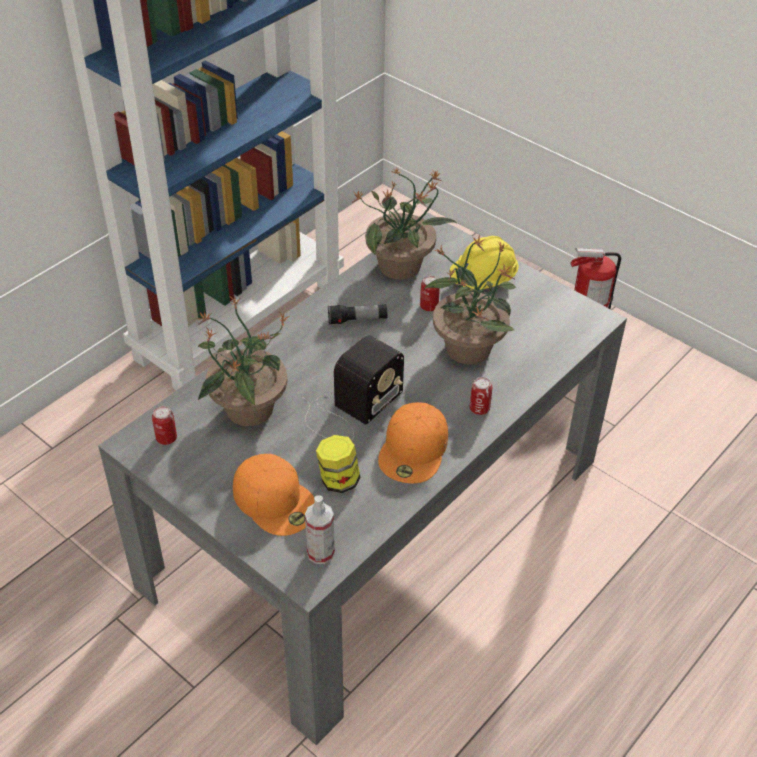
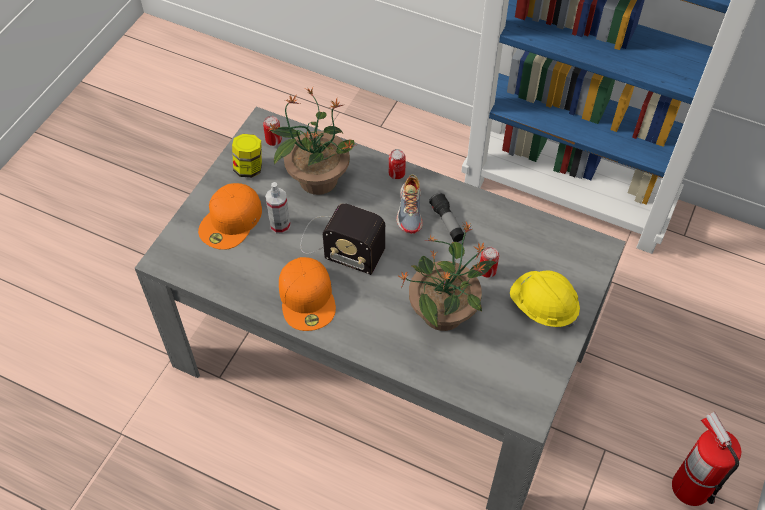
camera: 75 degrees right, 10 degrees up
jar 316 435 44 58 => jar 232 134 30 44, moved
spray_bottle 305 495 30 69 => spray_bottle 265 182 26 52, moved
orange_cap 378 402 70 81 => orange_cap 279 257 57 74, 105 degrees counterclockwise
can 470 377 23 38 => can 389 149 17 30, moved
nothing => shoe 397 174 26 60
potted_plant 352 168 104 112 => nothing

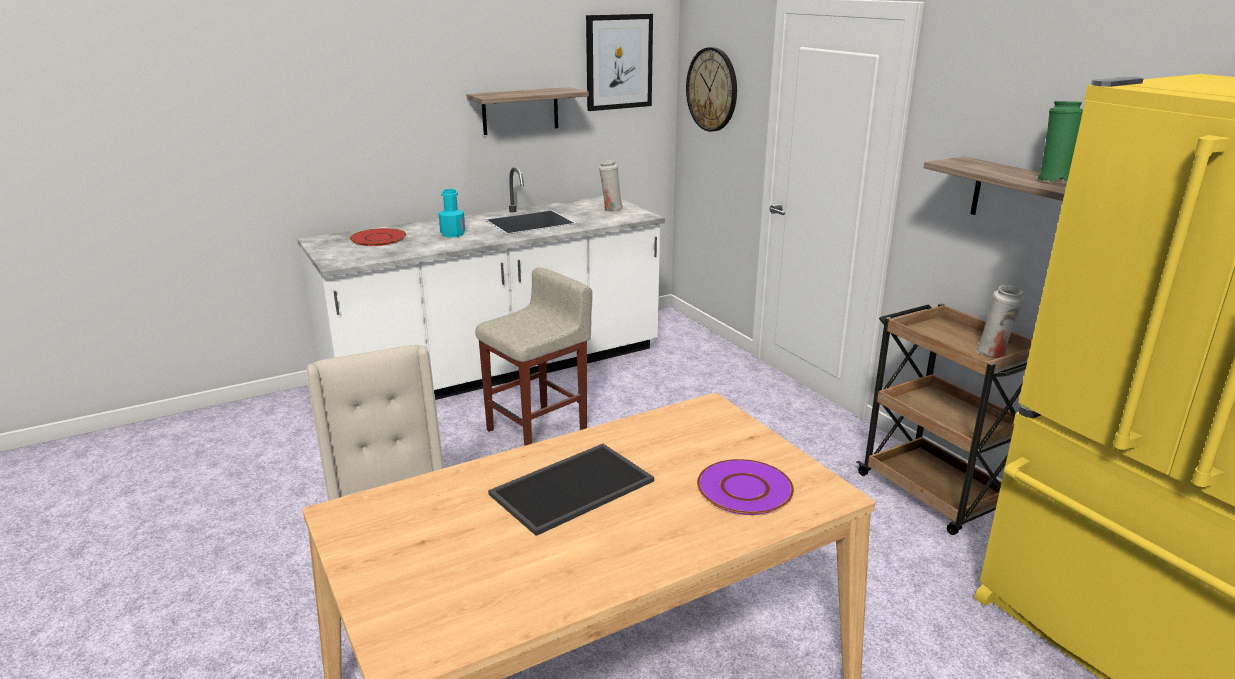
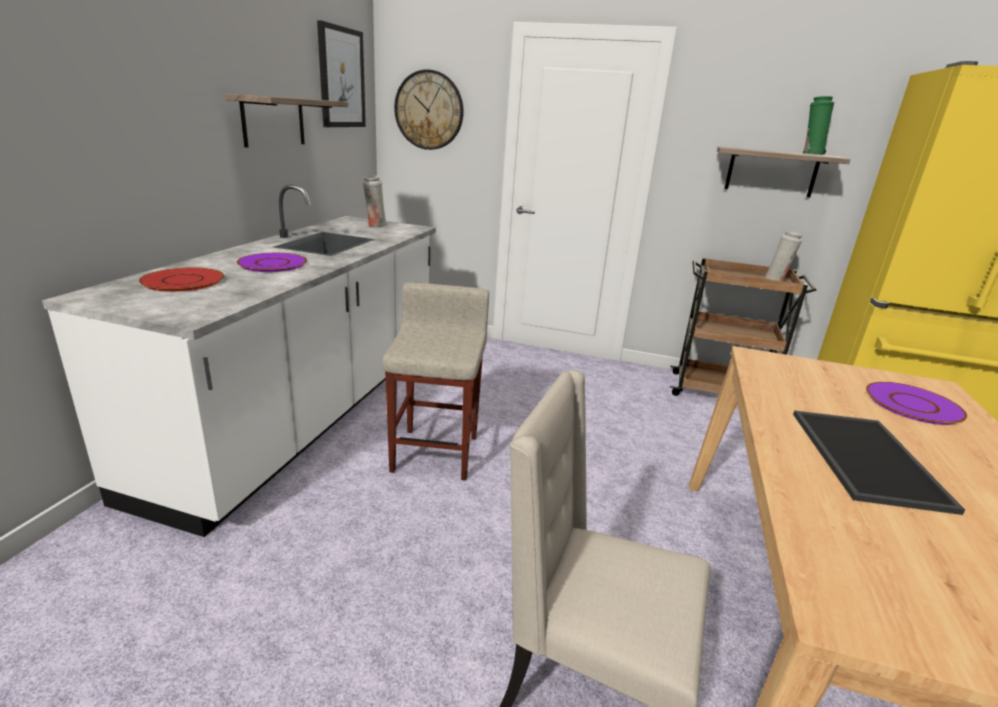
camera: 45 degrees left, 0 degrees up
turquoise_bottle 438 189 27 49 => purple_plate 237 253 70 19

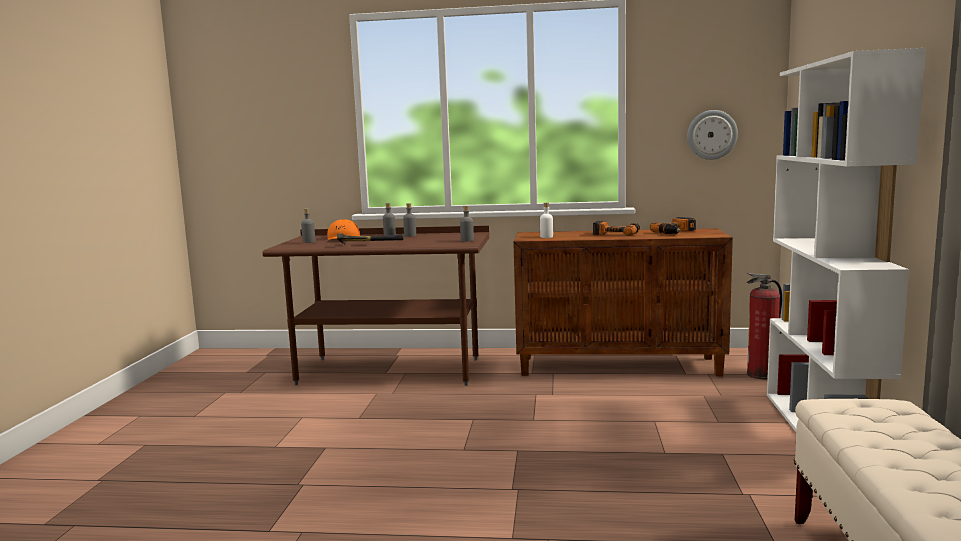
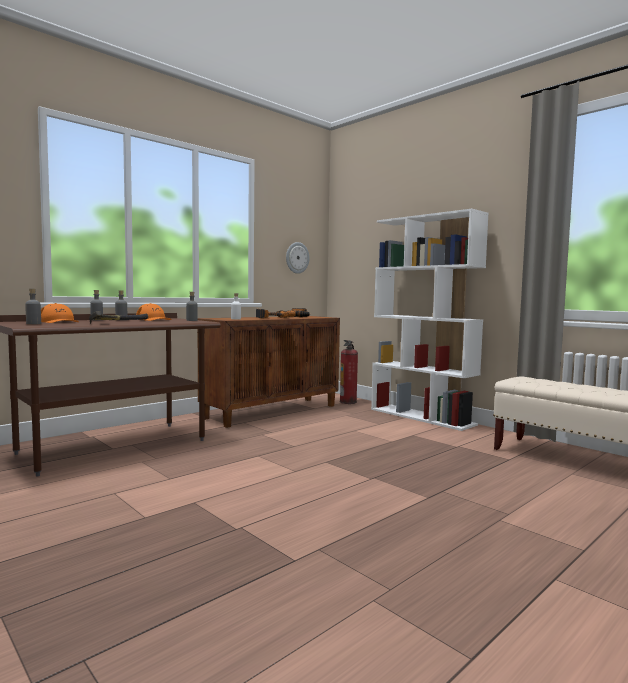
camera: 50 degrees left, 5 degrees down
nothing => orange_cap 136 303 36 18

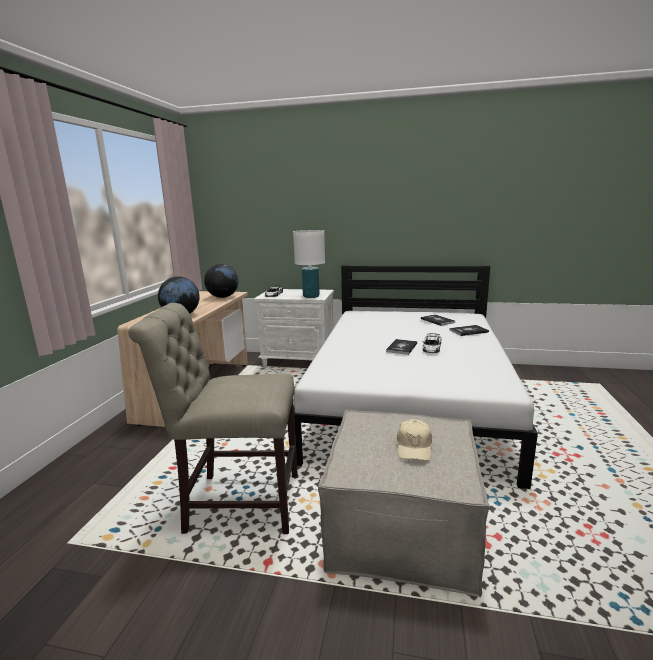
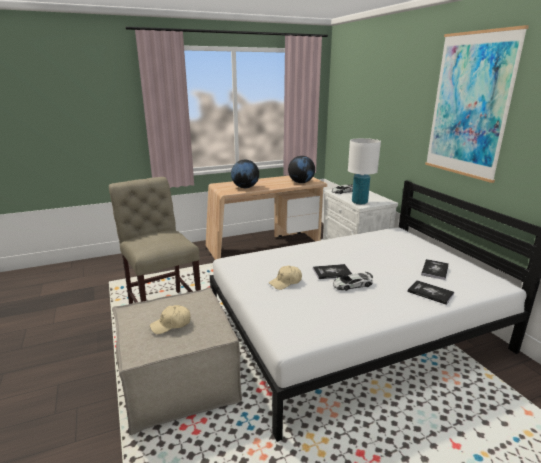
camera: 55 degrees right, 5 degrees up
nothing => beige_cap 269 266 33 24
nothing => picture 425 25 104 158

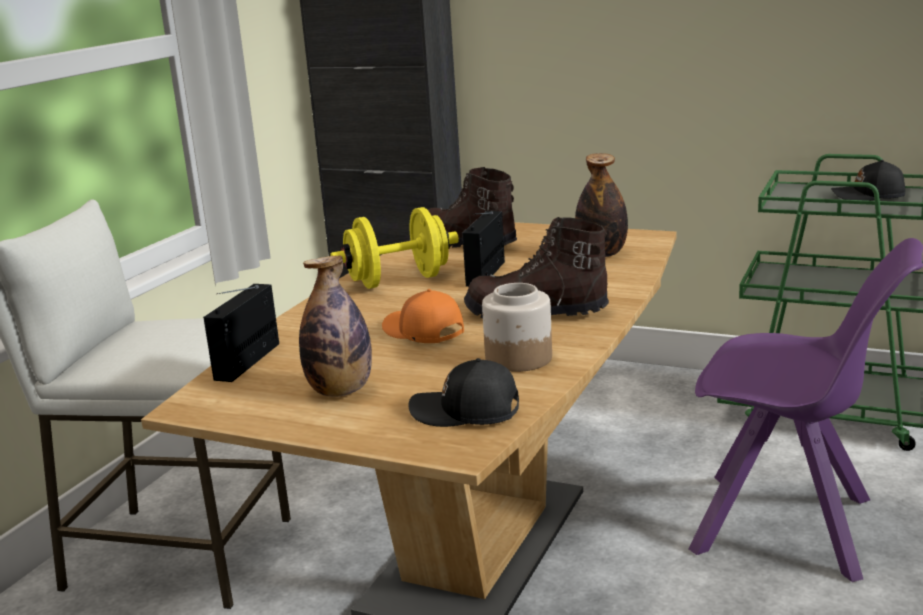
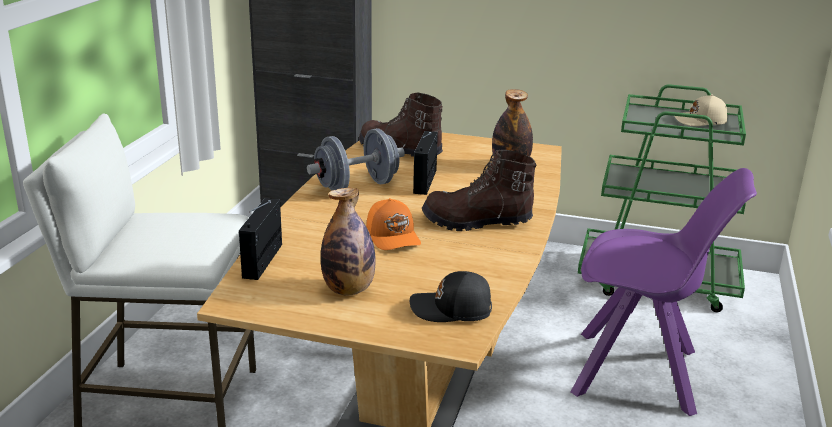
camera: 10 degrees left, 5 degrees up
yellow_dumbbell 330 207 129 82 => grey_dumbbell 307 128 98 63
orange_cap 382 289 82 54 => orange_cap 366 198 55 52, 150 degrees counterclockwise
black_cap 831 160 74 41 => beige_cap 674 94 53 32
jar 482 283 70 89 => nothing

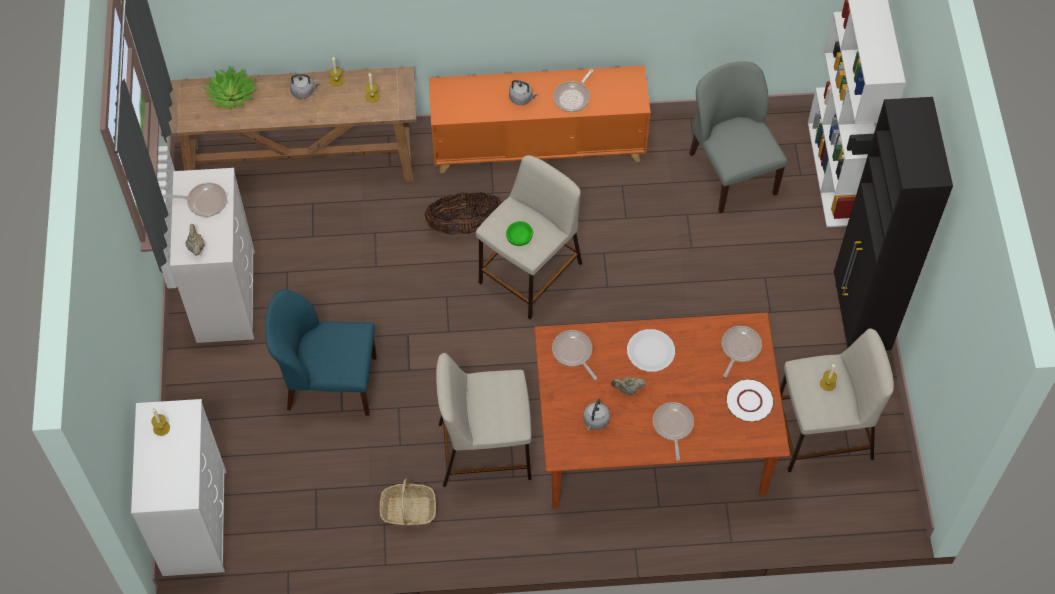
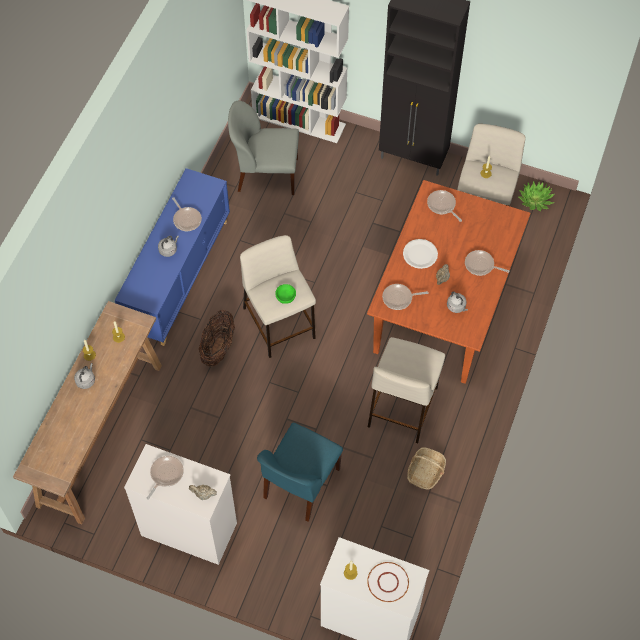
camera: 65 degrees left, 0 degrees up
orange_cabinet 429 66 222 107 => blue_cabinet 115 168 115 178
white_plate 725 378 50 45 => white_plate 367 562 42 40, moved
potted_plant 203 66 55 43 => potted_plant 519 181 36 30, moved

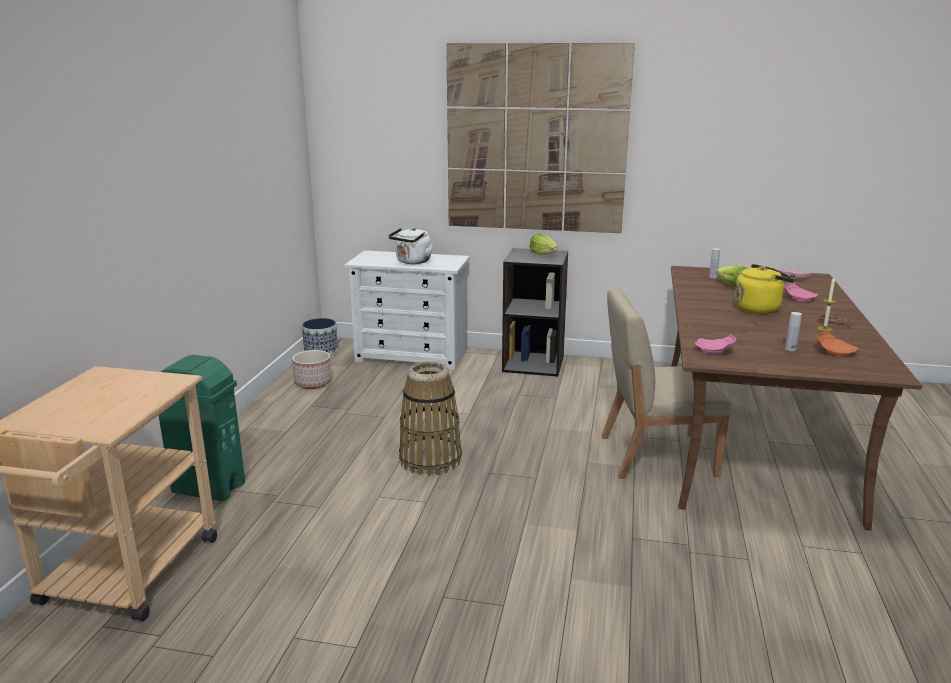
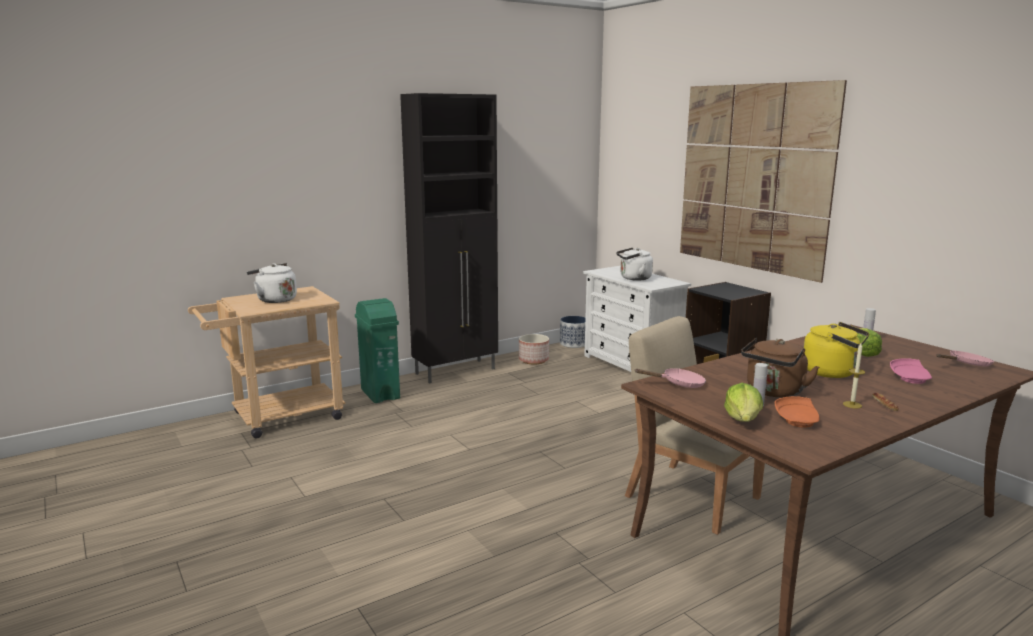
camera: 45 degrees right, 5 degrees down
nothing => white_kettle 247 263 50 40
nothing => black_cabinet 400 93 98 290
pink_plate 695 334 41 20 => pink_frying_pan 635 368 71 20
lettuce 530 234 28 21 => lettuce 724 383 39 39, moved
nothing => brown_kettle 741 338 78 60
basket 399 361 63 115 => nothing

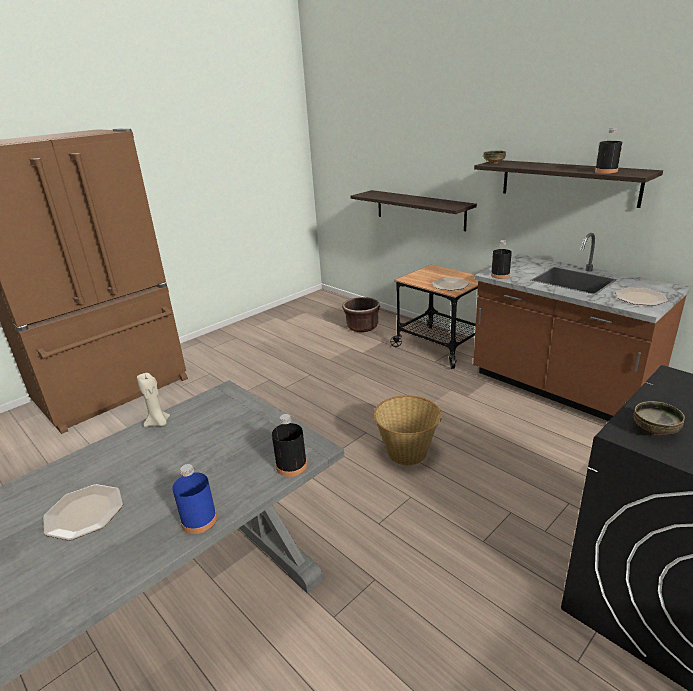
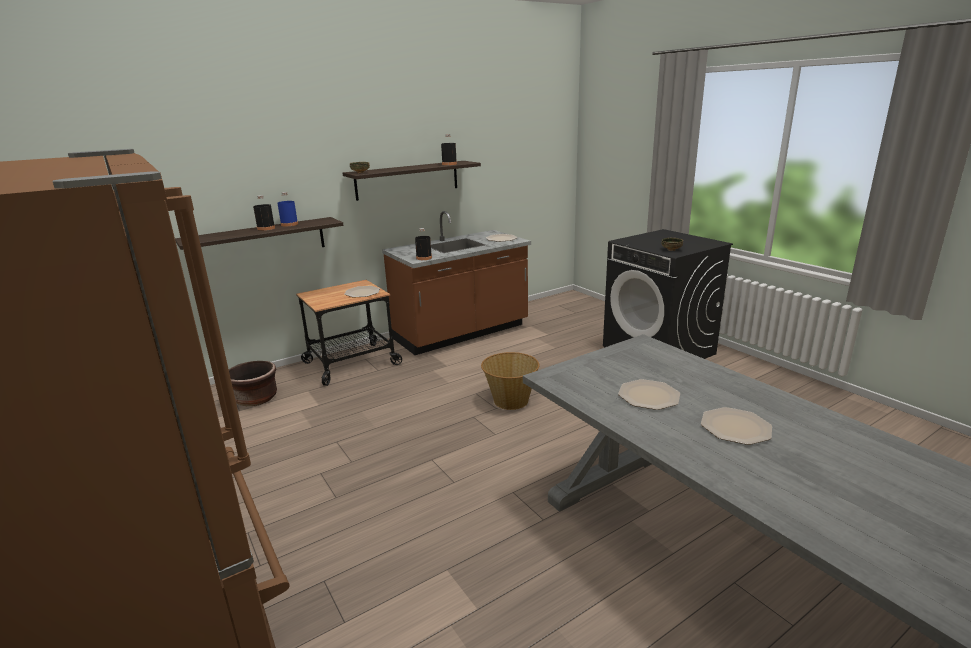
camera: 80 degrees left, 5 degrees down
black_bottle 272 414 35 63 => black_bottle 253 195 22 36, moved
blue_bottle 172 464 45 70 => blue_bottle 278 192 20 34, moved
nothing => plate 618 379 62 31
beige_candle 137 373 33 54 => nothing

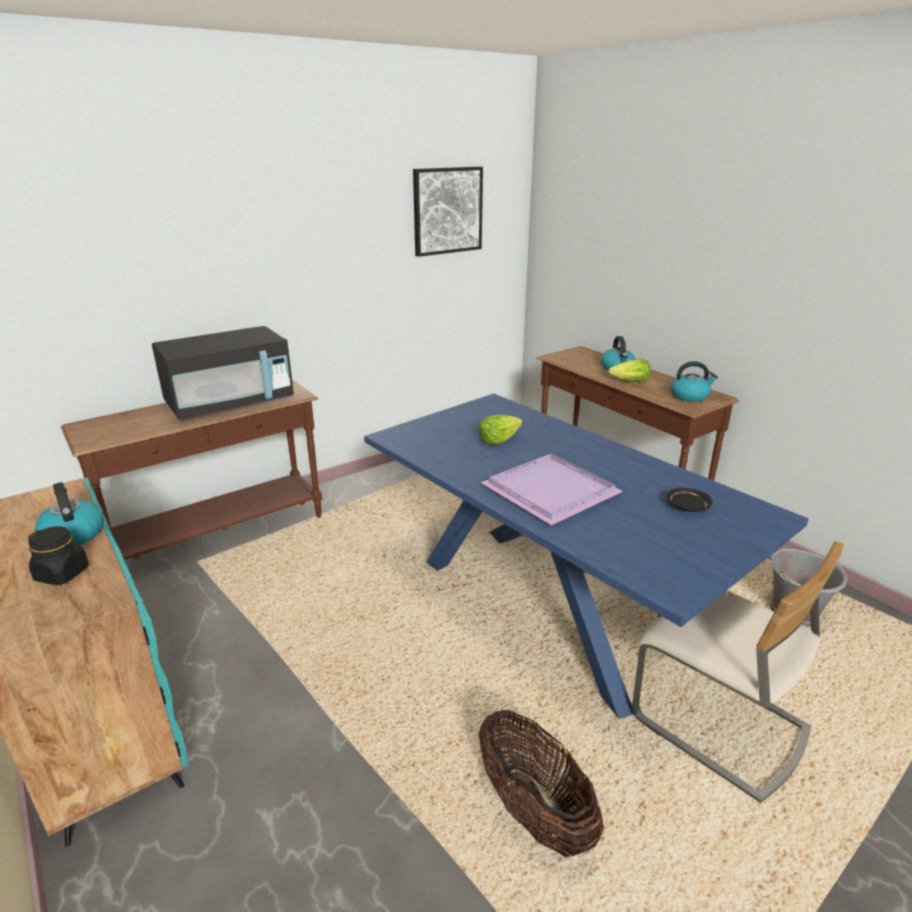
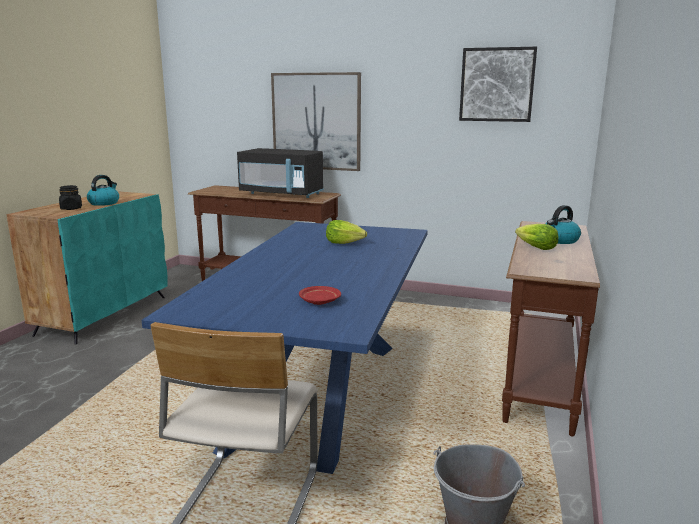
camera: 55 degrees right, 10 degrees down
nothing => picture 271 72 90 99
black_plate 666 488 46 24 => red_plate 299 286 42 19
basket 479 710 125 148 => nothing
purple_tray 481 453 142 72 => nothing
kettle 671 361 47 41 => nothing

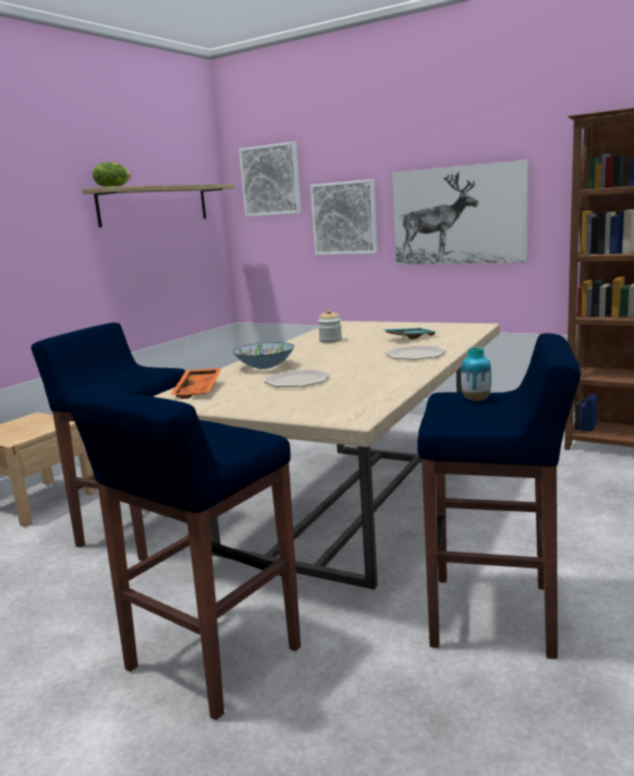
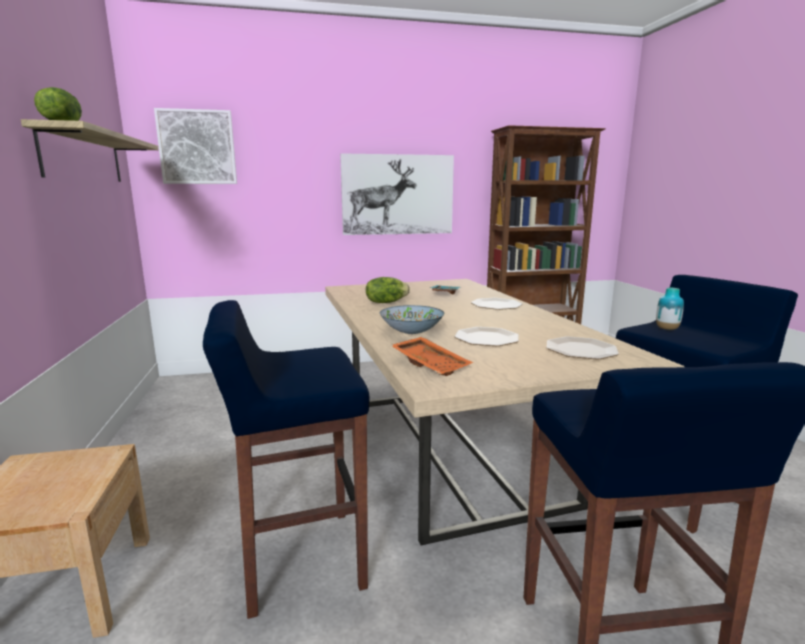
camera: 45 degrees left, 0 degrees up
jar 318 310 24 33 => lettuce 366 277 44 26
nothing => plate 547 337 72 22
picture 310 179 68 76 => nothing

